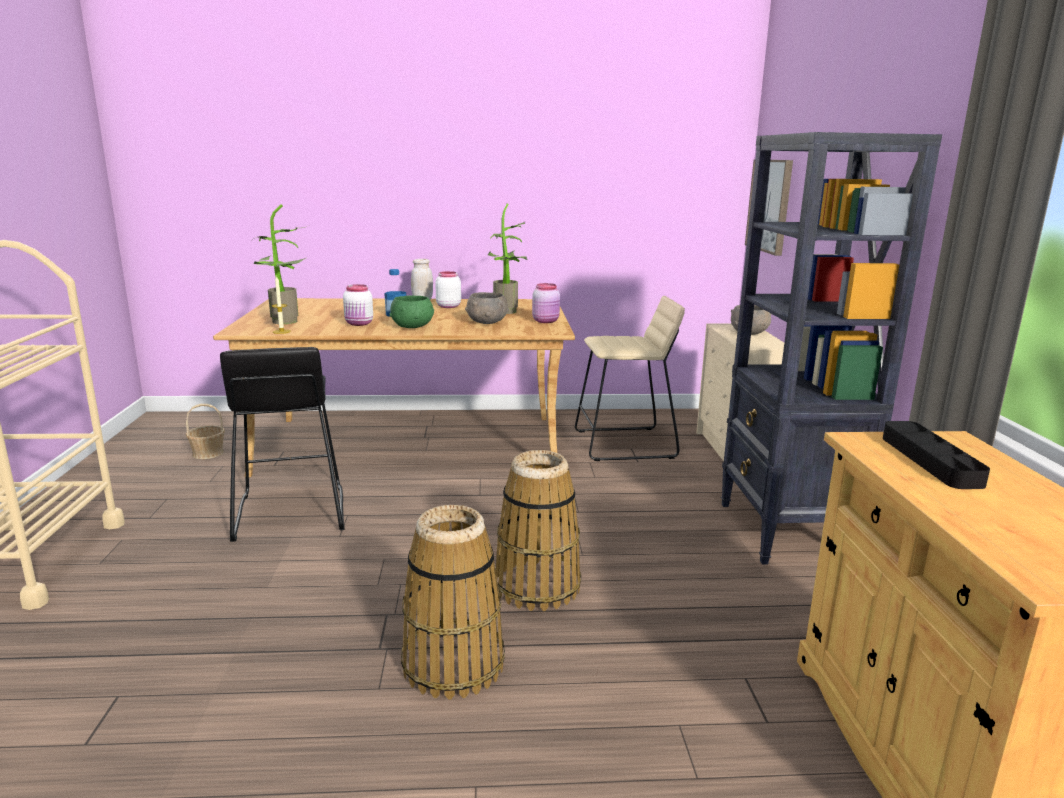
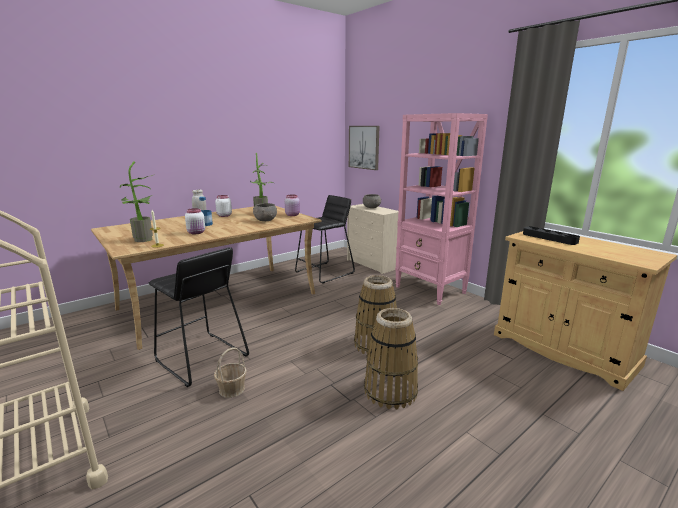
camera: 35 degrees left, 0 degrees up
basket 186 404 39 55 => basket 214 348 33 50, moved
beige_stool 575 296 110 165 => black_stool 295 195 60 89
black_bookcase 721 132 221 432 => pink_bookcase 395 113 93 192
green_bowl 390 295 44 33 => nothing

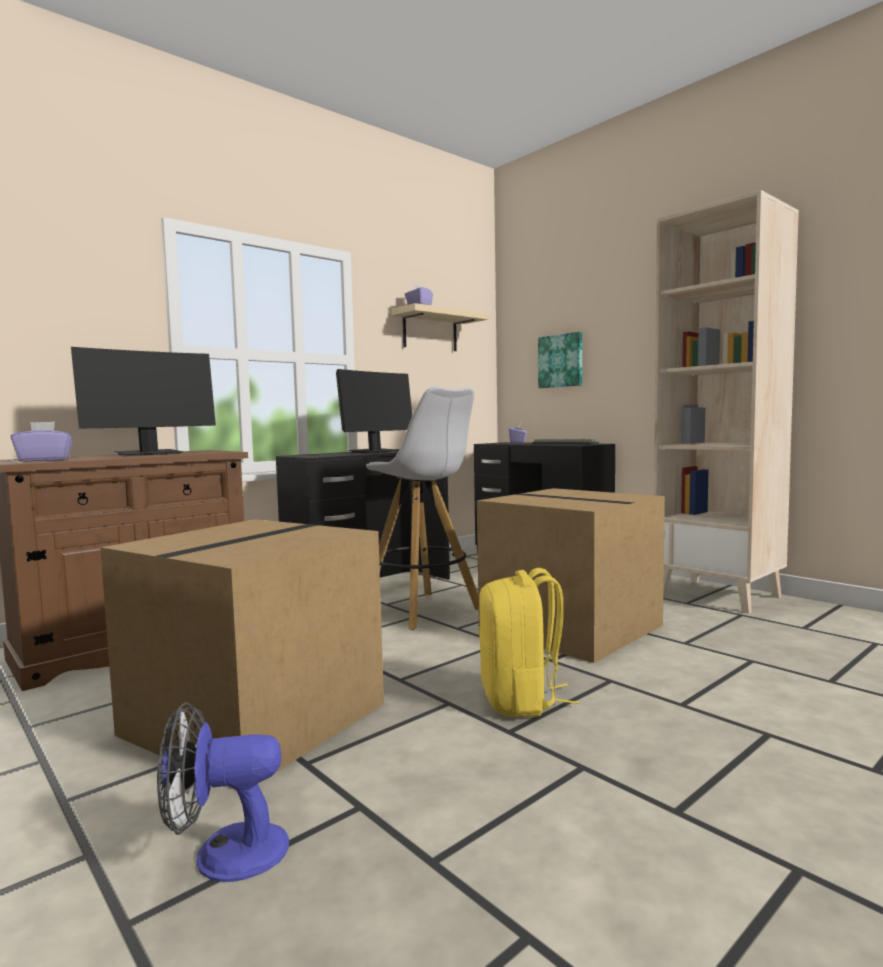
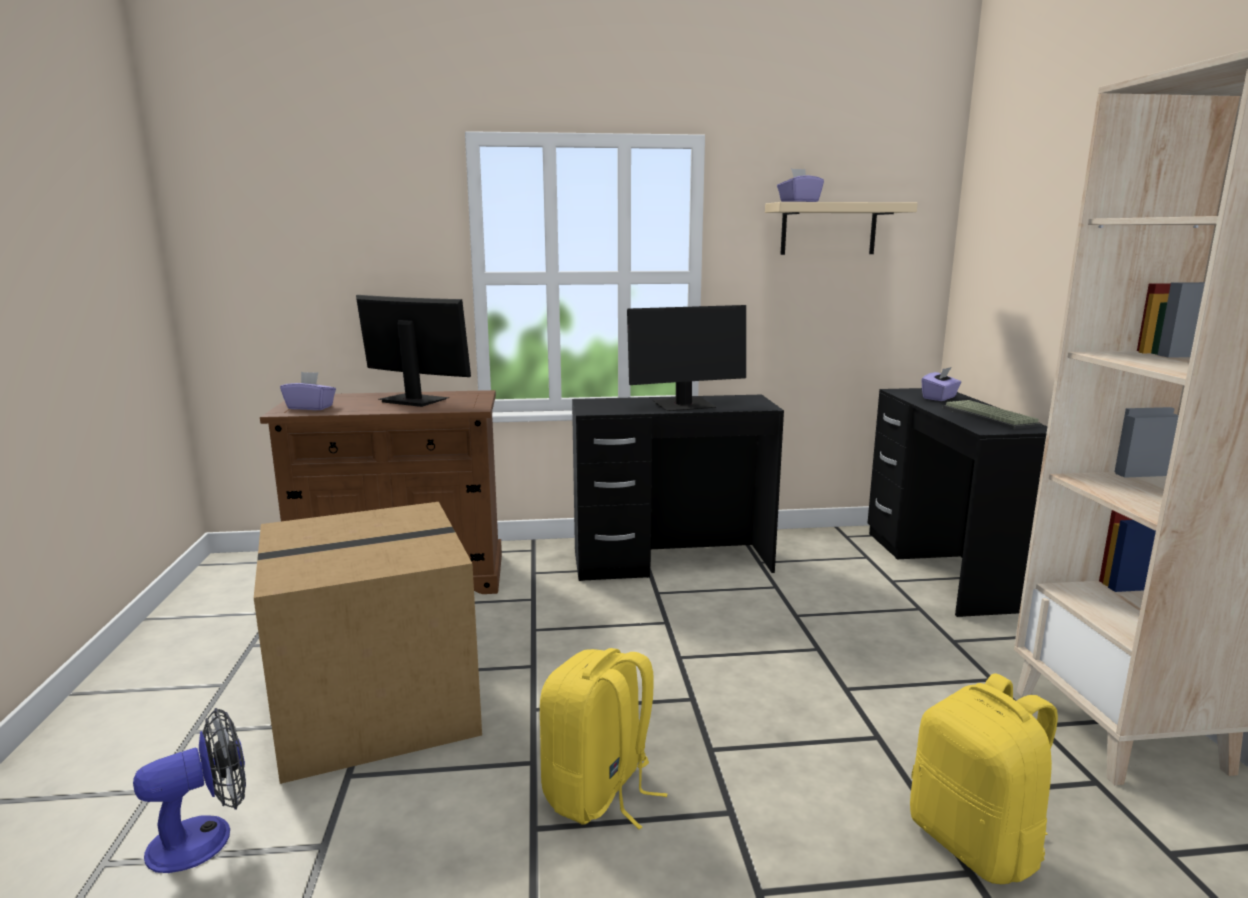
camera: 35 degrees right, 10 degrees up
fan 157 702 132 180 => fan 133 708 113 165, 120 degrees clockwise
monitor 71 347 145 109 => monitor 356 295 115 112, 150 degrees counterclockwise
nothing => yellow_backpack 910 673 148 211
white_stool 366 386 113 244 => nothing
cardboard_box 477 488 188 175 => nothing
picture 538 332 44 56 => nothing

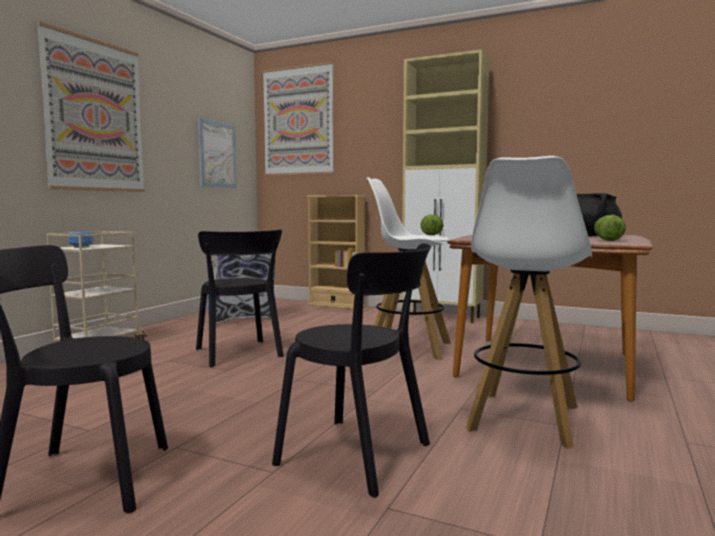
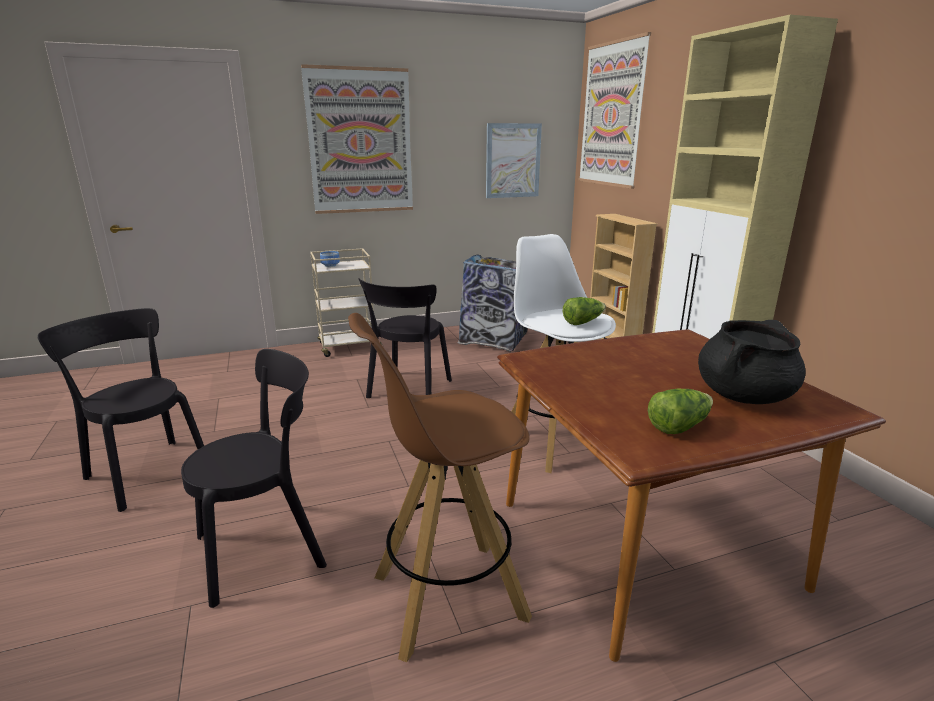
camera: 45 degrees right, 15 degrees up
black_chair 272 243 160 255 => black_chair 181 349 146 259, 105 degrees counterclockwise
white_stool 465 156 127 293 => brown_stool 348 313 184 349

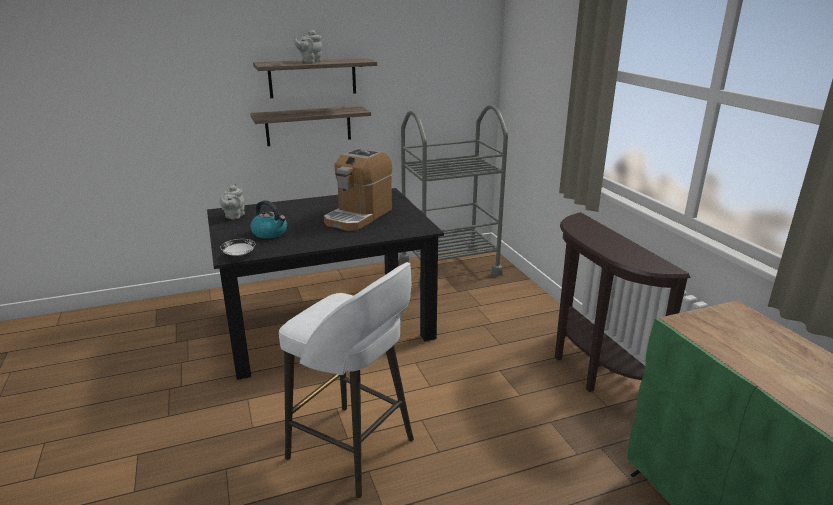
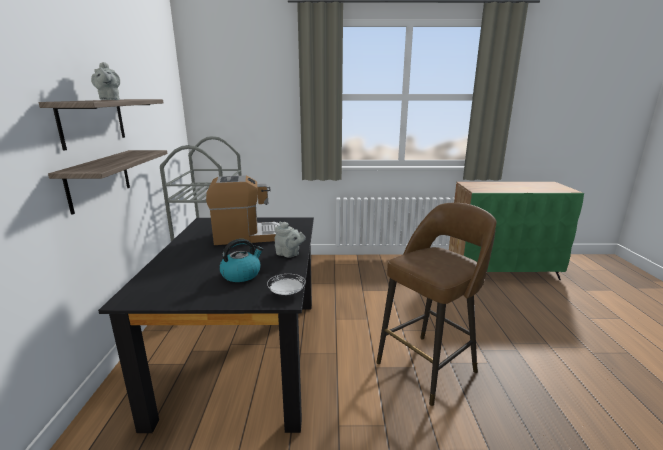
camera: 70 degrees left, 5 degrees down
coffee_machine 324 148 68 83 => coffee_machine 206 176 74 69, 60 degrees counterclockwise
grey_teapot 220 184 25 36 => grey_teapot 275 221 31 37, moved
white_stool 279 262 135 236 => brown_stool 376 203 121 203
brown_console_table 555 212 136 180 => nothing

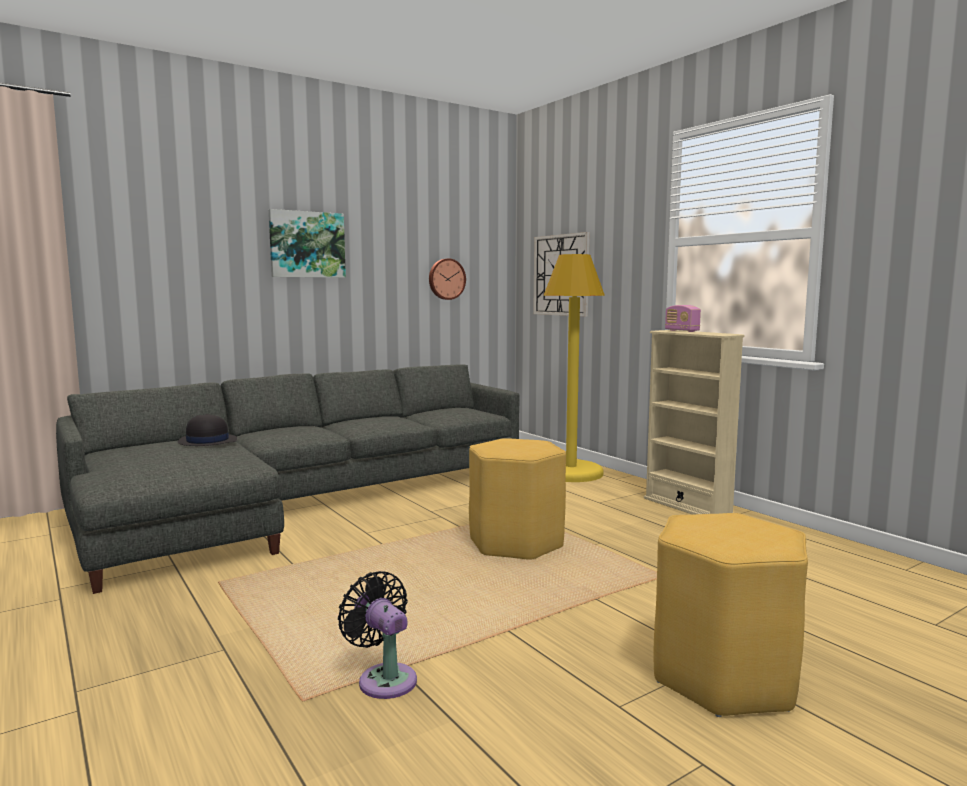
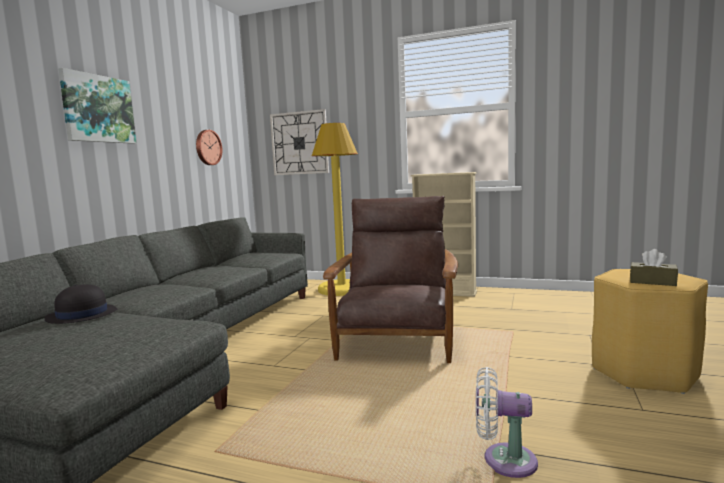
camera: 35 degrees left, 0 degrees up
yellow_stool 469 438 97 122 => brown_armchair 323 196 135 167
black_fan 338 571 79 128 => white_fan 476 367 62 111
nothing => brown_tissue_box 630 249 48 37
radio 665 305 36 27 => nothing

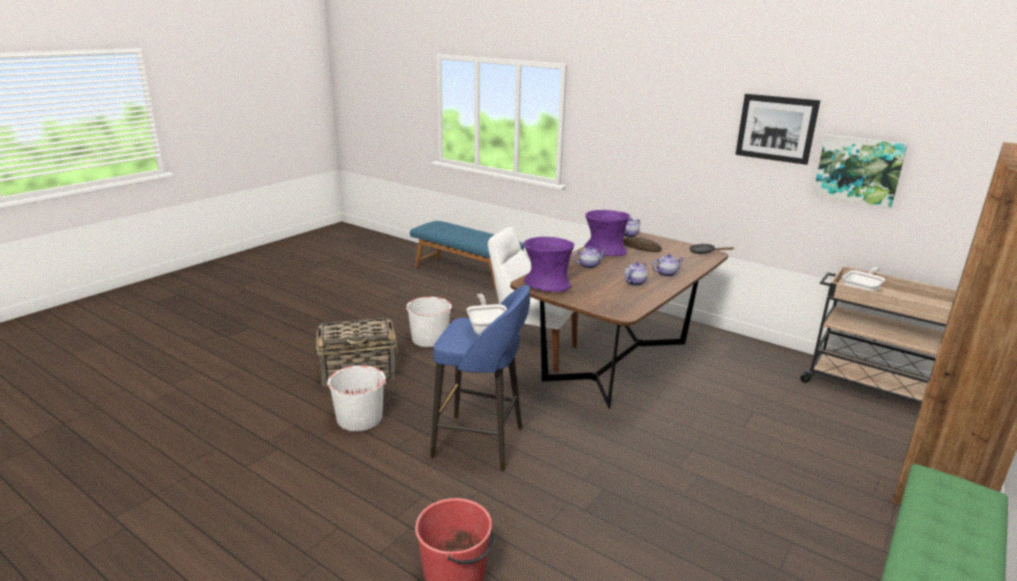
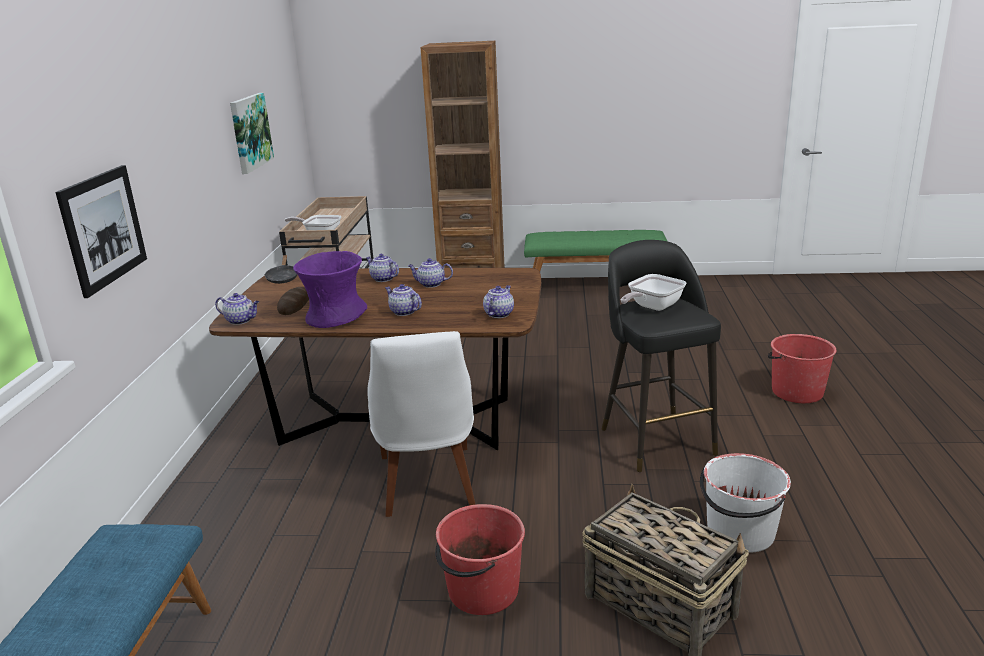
camera: 120 degrees left, 0 degrees up
picture 735 94 85 71 => picture 55 165 92 133, moved
white_bucket 406 297 48 50 => red_bucket 435 504 90 111
purple_vase 523 237 52 55 => teapot 483 285 31 33
blue_stool 430 285 100 186 => black_stool 601 240 120 232

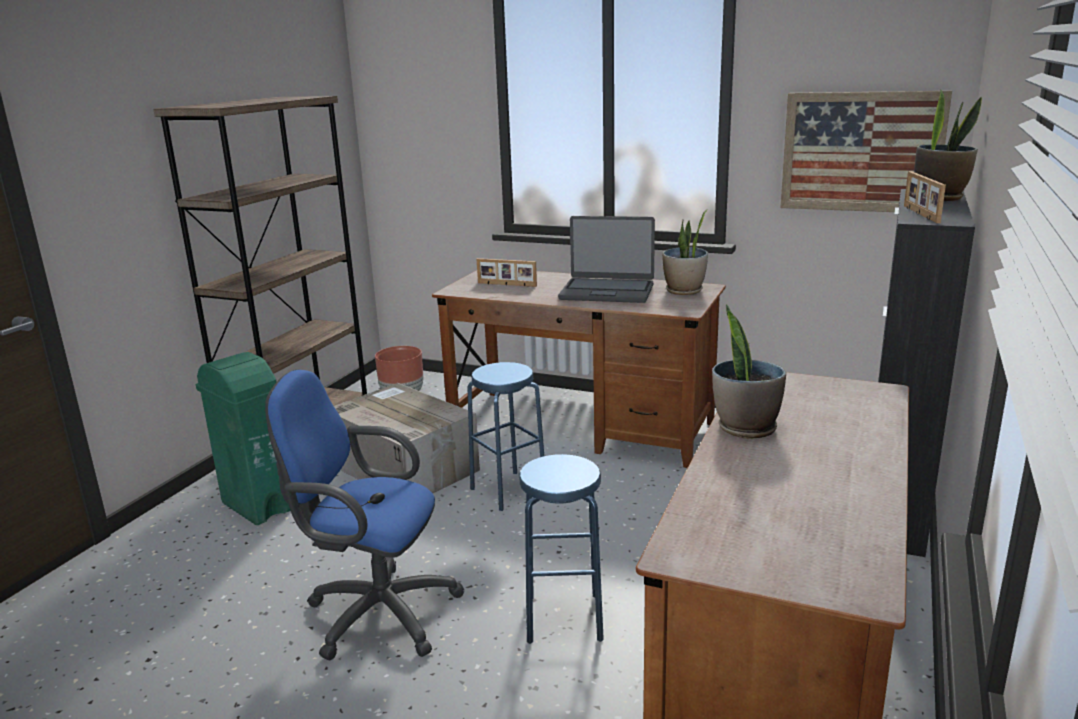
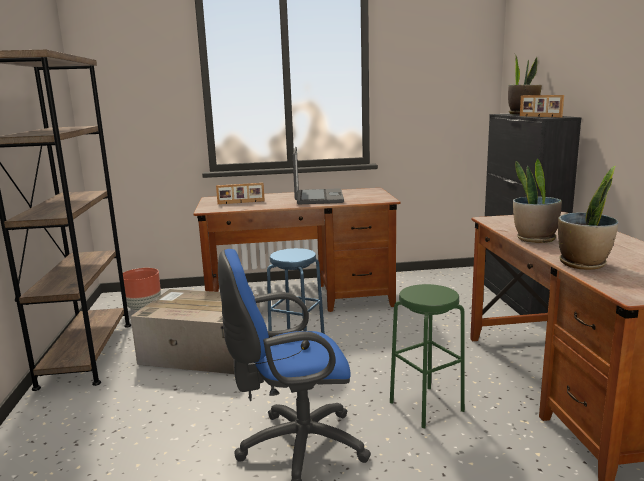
camera: 30 degrees left, 5 degrees down
laptop 558 216 97 87 => laptop 293 147 51 57, 75 degrees counterclockwise
blue_stool 519 454 85 190 => green_stool 390 284 75 144
potted_plant 662 209 46 86 => potted_plant 558 166 61 104, moved
green_trash_can 196 352 94 173 => nothing
picture 780 91 172 121 => nothing

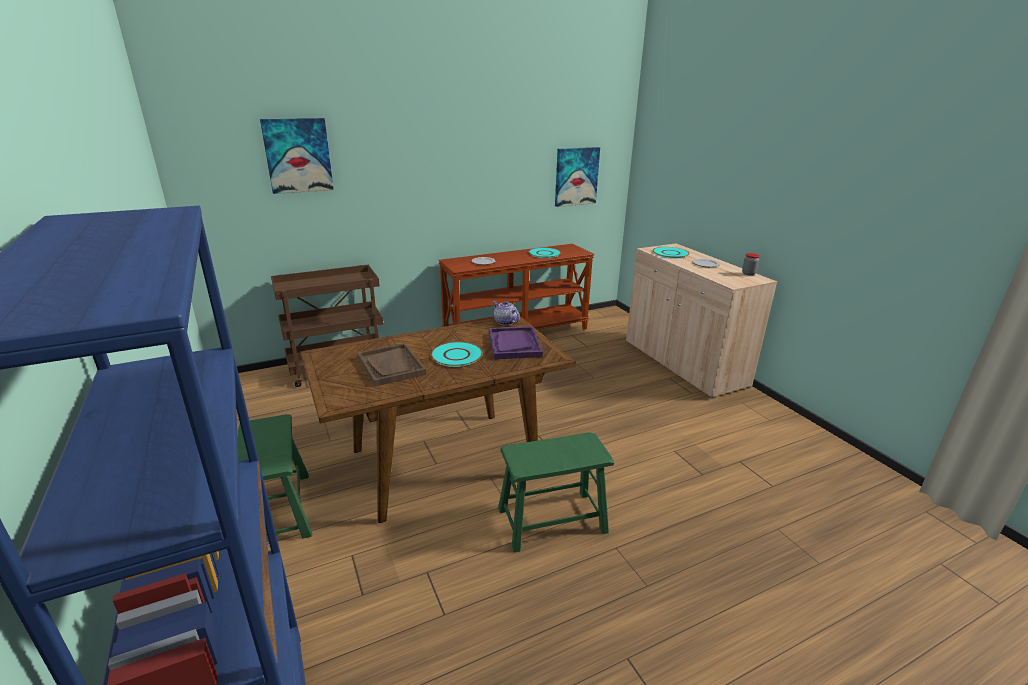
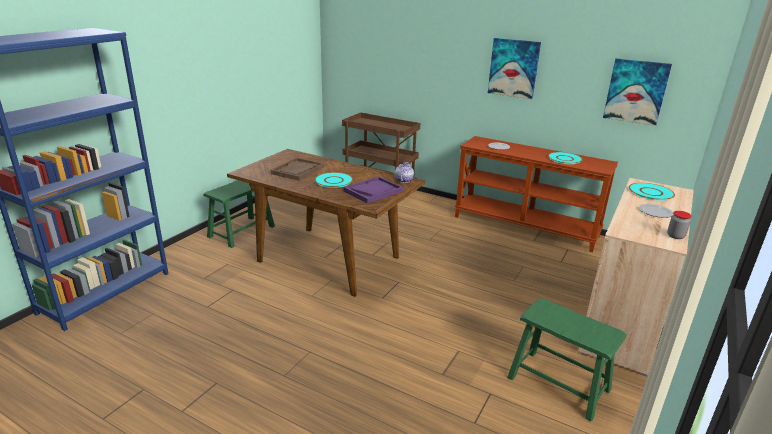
camera: 55 degrees right, 0 degrees up
picture 260 118 74 76 => picture 488 38 53 61, moved
green_stool 498 432 116 120 => green_stool 507 298 120 124, moved

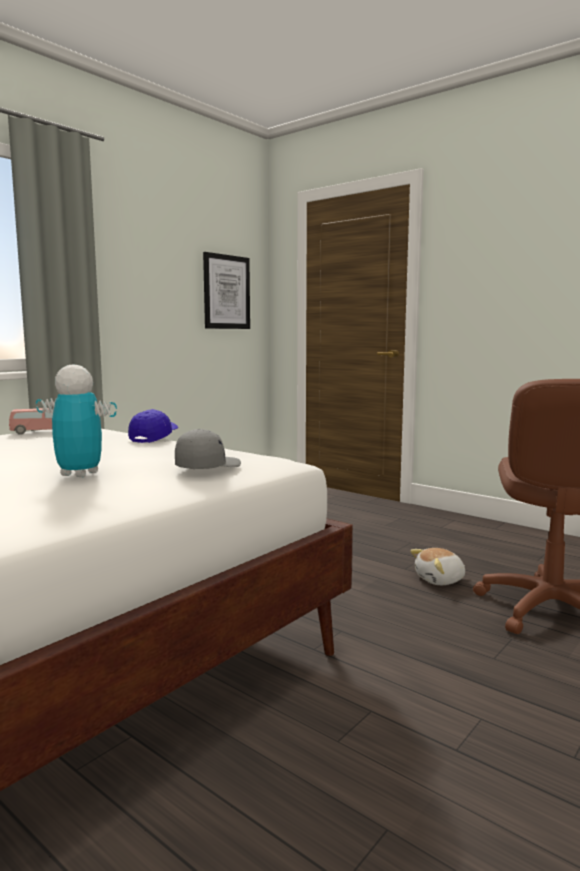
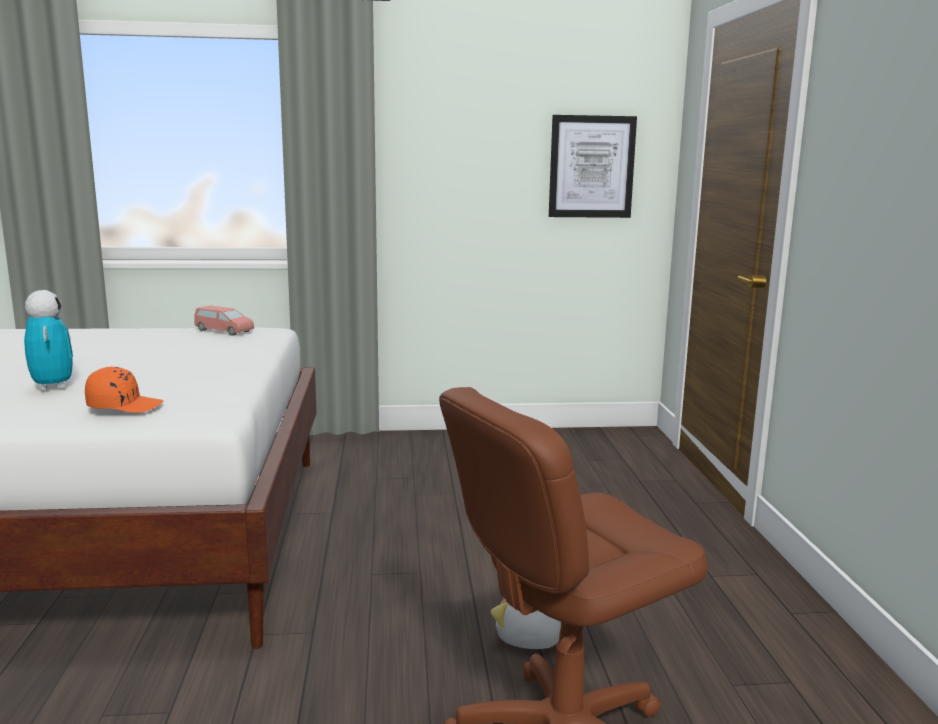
camera: 45 degrees right, 5 degrees up
grey_cap 175 429 66 40 => orange_cap 85 367 78 46
blue_cap 128 409 50 34 => nothing

